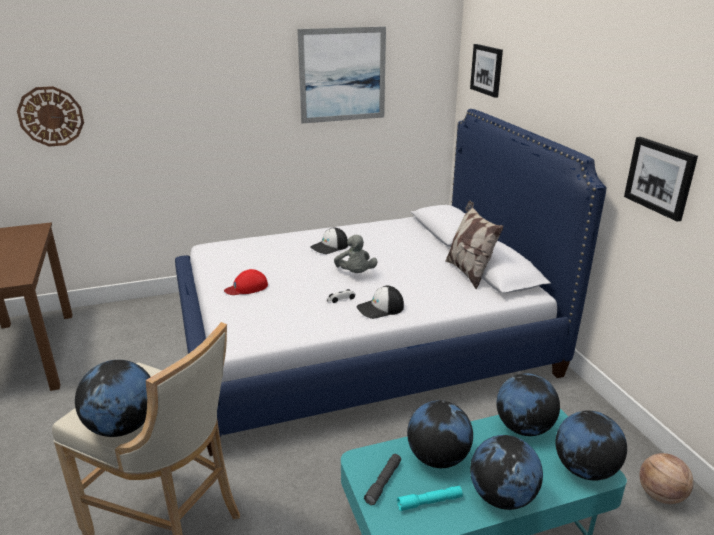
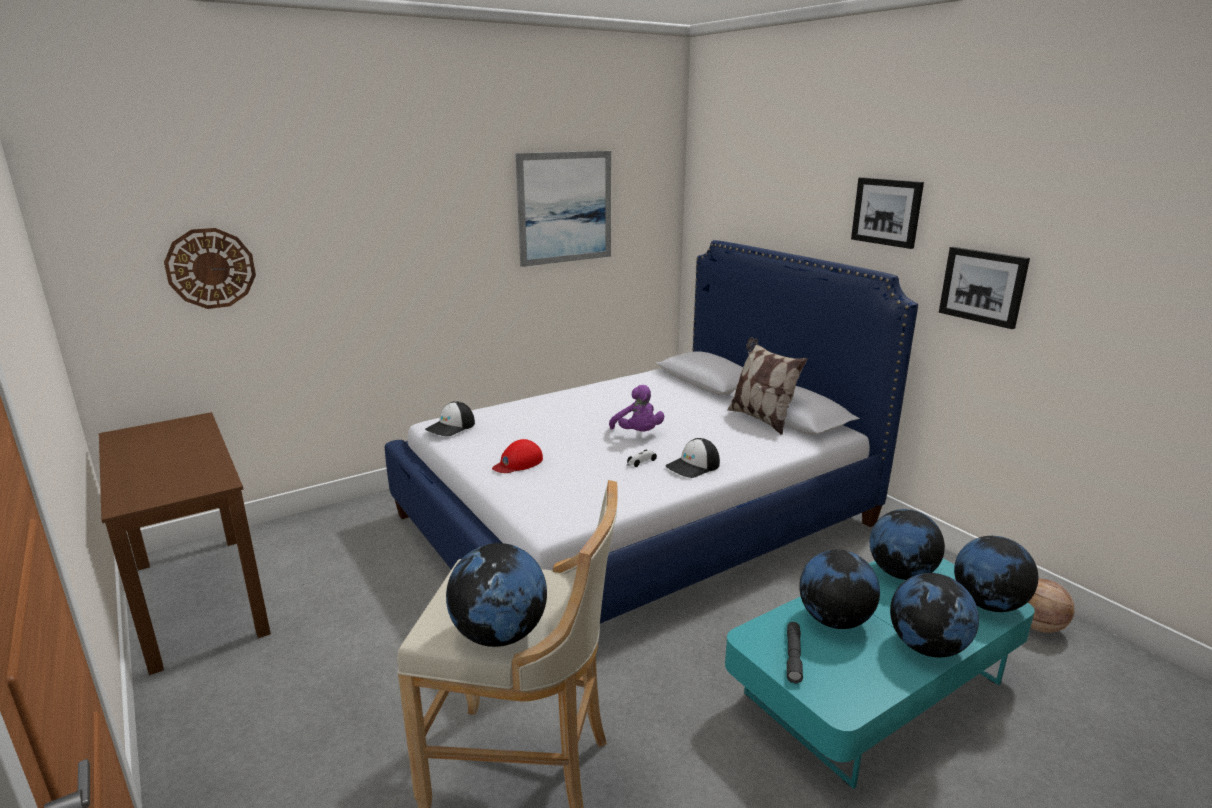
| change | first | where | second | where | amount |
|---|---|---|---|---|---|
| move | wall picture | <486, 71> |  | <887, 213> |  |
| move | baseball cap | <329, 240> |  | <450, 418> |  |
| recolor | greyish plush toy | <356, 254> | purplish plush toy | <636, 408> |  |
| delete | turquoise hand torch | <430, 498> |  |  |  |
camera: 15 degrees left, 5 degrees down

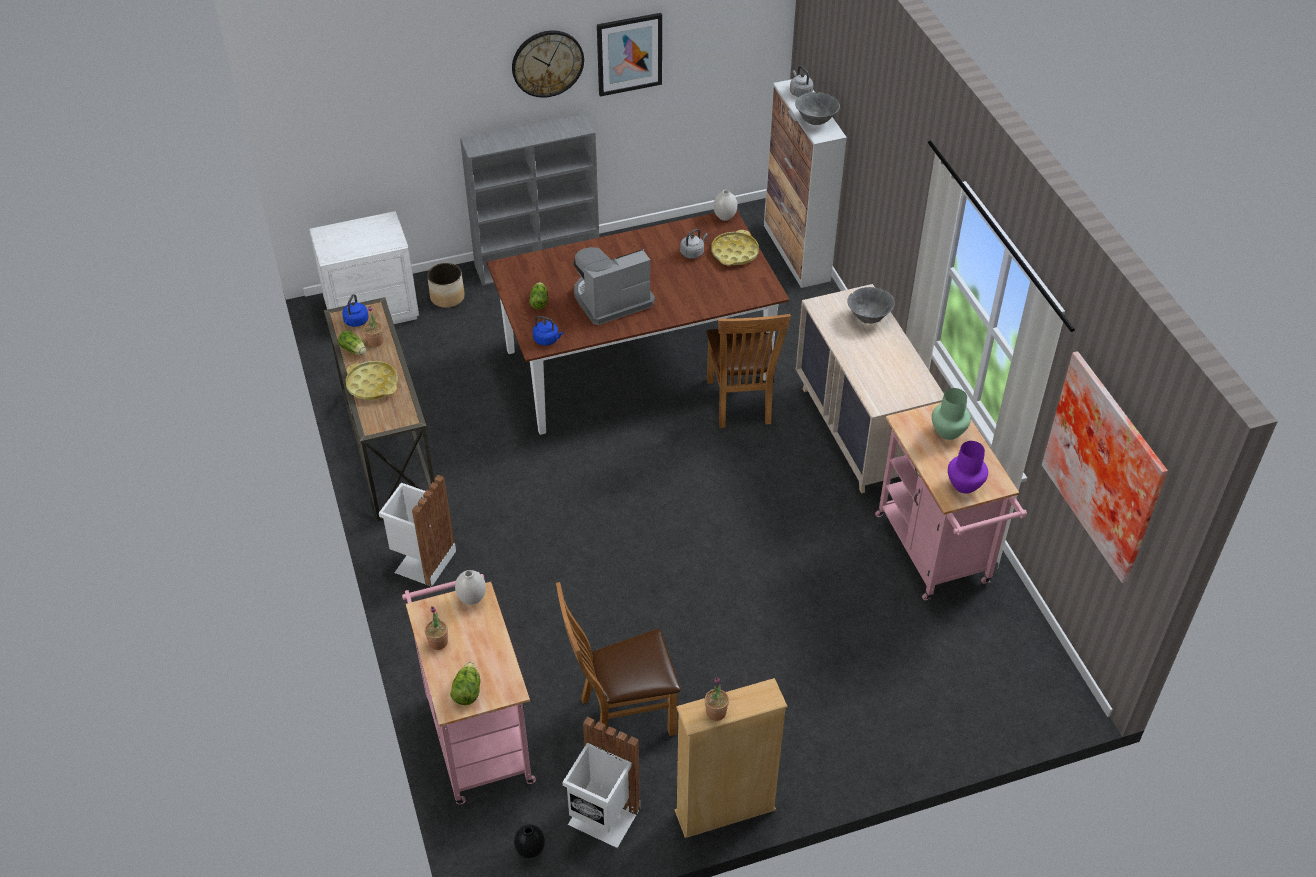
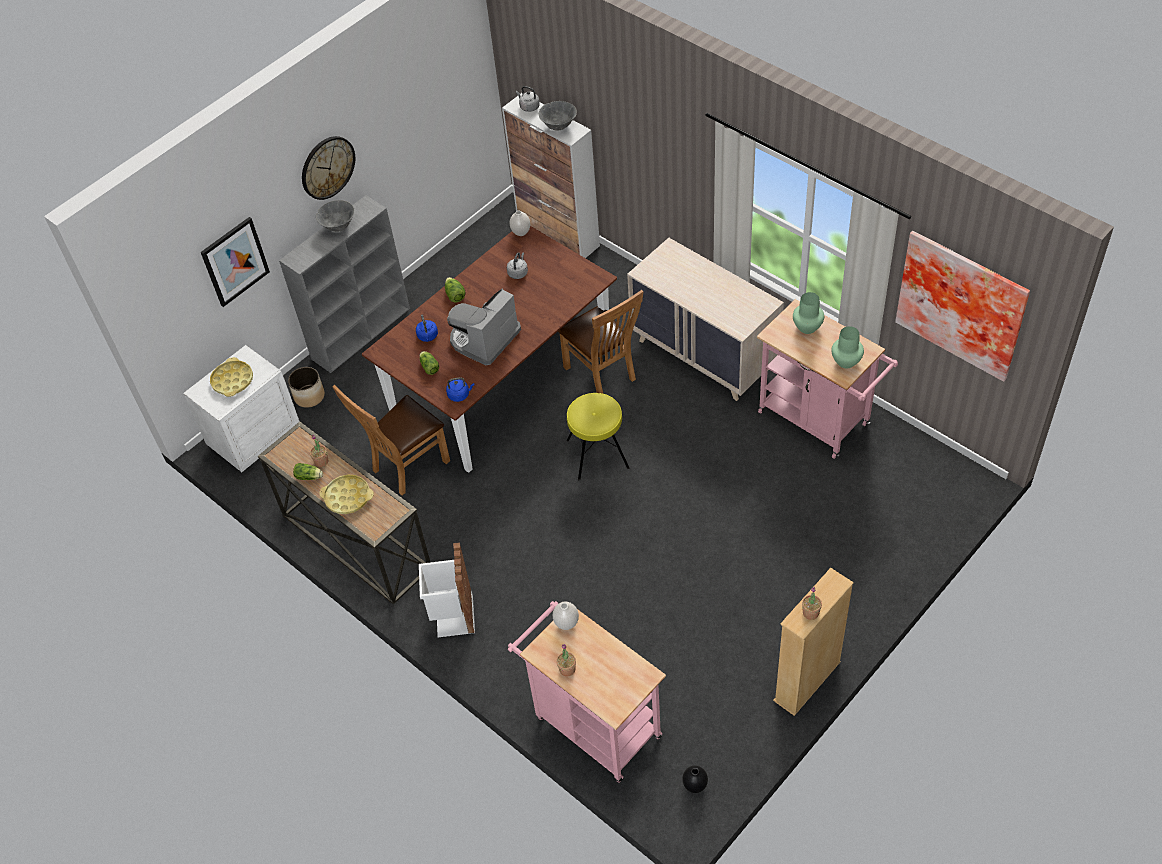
| change | first | where | second | where | amount |
|---|---|---|---|---|---|
| move | wall picture | <629, 54> |  | <235, 262> |  |
| move | yellow-coloured carrying tray | <735, 247> |  | <231, 377> |  |
| move | greyish serving bowl | <871, 305> |  | <335, 216> |  |
| move | blue-coloured water kettle | <355, 310> |  | <427, 328> |  |
| recolor | purplish decorative vase | <968, 467> | greenish decorative vase | <847, 347> |  |
| move | brown chair | <618, 659> |  | <391, 440> |  |
| move | head of lettuce | <465, 683> |  | <455, 289> |  |
| delete | white-coloured trash can | <601, 782> |  |  |  |
| insert |  |  | yellow-coloured sitting stool | <598, 436> |  |
camera: 25 degrees left, 5 degrees up

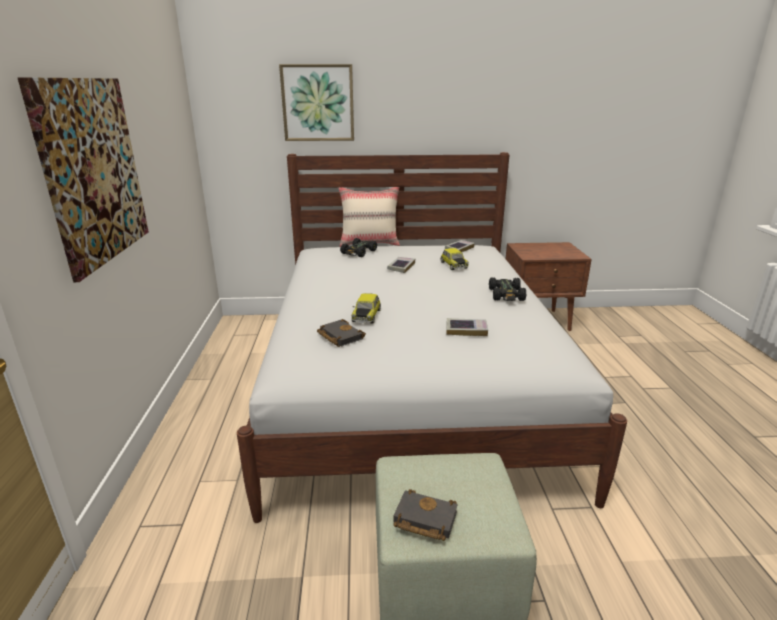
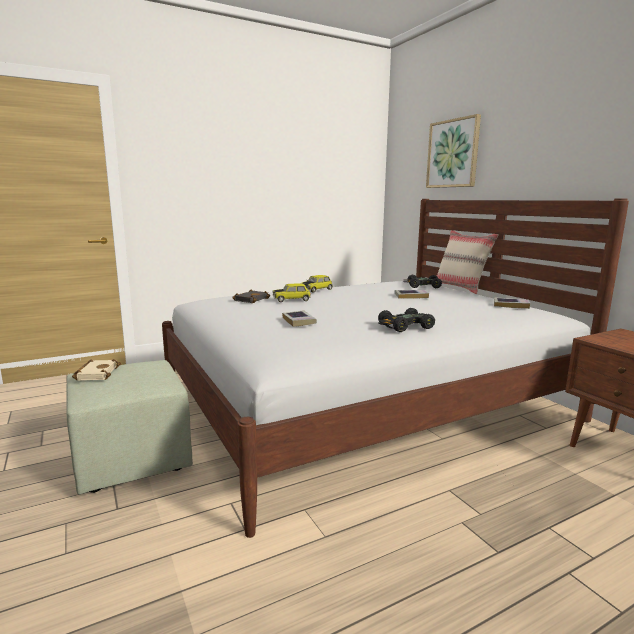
| change | first | where | second | where | amount |
|---|---|---|---|---|---|
| delete | wall picture | <83, 179> |  |  |  |
| move | model car | <454, 259> |  | <316, 284> |  |
| recolor | black book | <425, 515> | beige book | <96, 370> |  |
camera: 65 degrees right, 10 degrees down

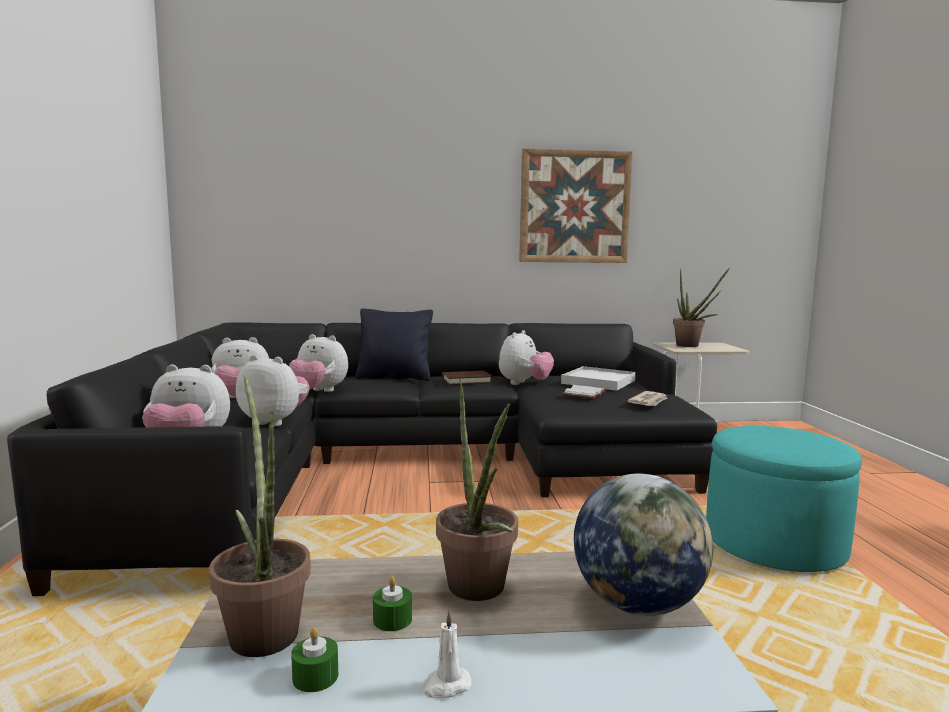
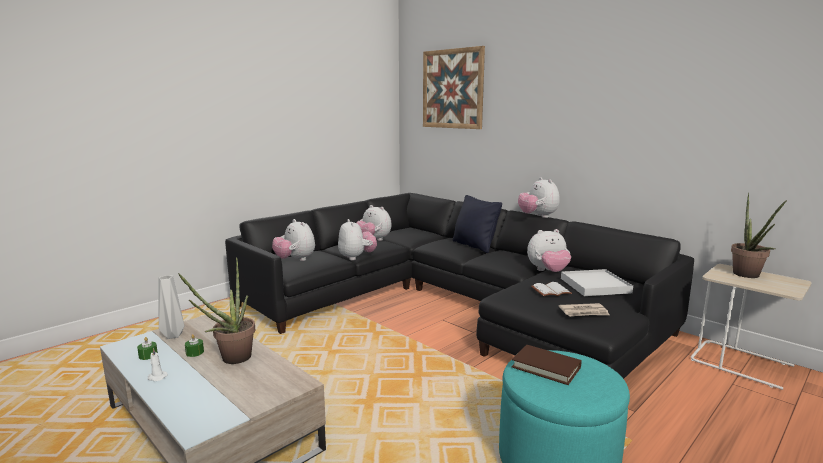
| change | first | where | second | where | amount |
|---|---|---|---|---|---|
| move | wall picture | <576, 205> |  | <454, 87> |  |
| move | plush toy | <318, 363> |  | <539, 197> |  |
| move | brown book | <467, 378> |  | <547, 365> |  |
| replace | houseplant | <260, 516> | greyish decorative vase | <171, 307> |  |
| delete | world globe | <643, 545> |  |  |  |
camera: 50 degrees right, 5 degrees up

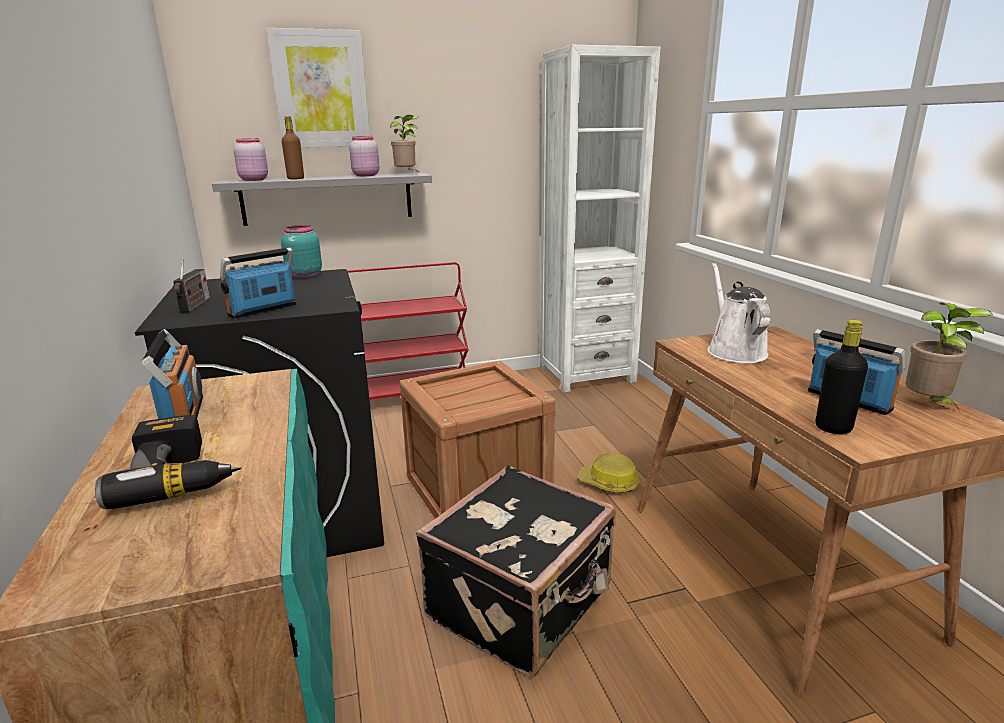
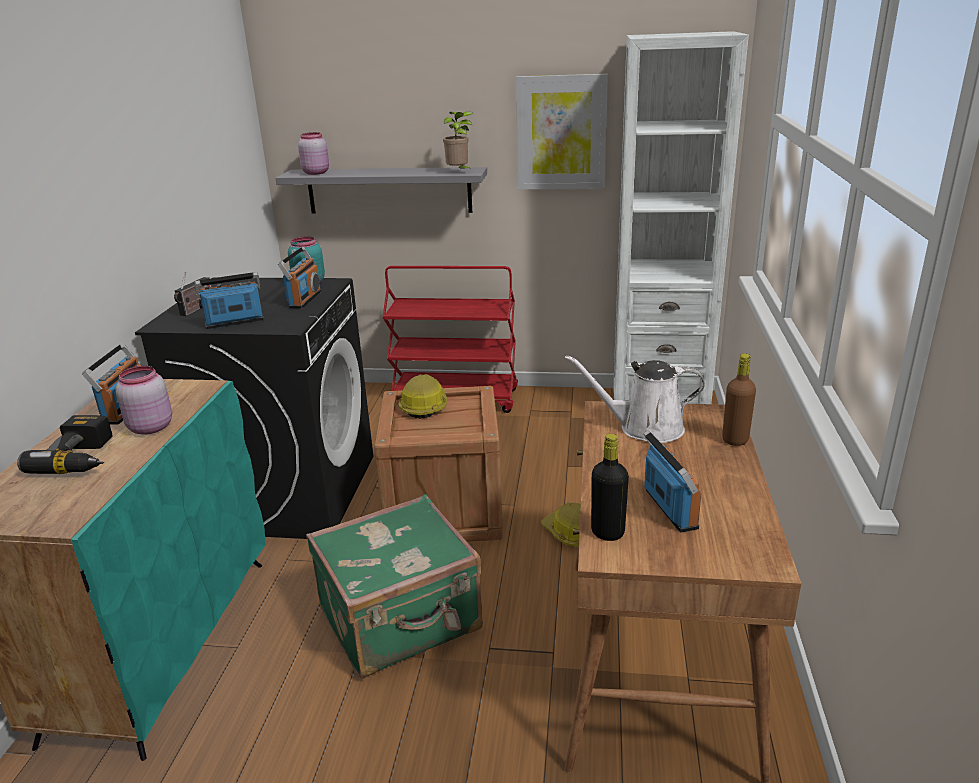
| change | first | where | second | where | amount |
|---|---|---|---|---|---|
| move | wall picture | <318, 88> |  | <562, 132> |  |
| move | brown bottle | <293, 148> |  | <739, 400> |  |
| move | pinkish storage jar | <364, 156> |  | <143, 400> |  |
| rotate | white-coloured watering pot | <739, 312> |  | <635, 399> | 105 degrees counterclockwise |
| delete | houseplant | <949, 357> |  |  |  |
| recolor | black suitcase | <516, 571> | greenish suitcase | <394, 586> |  |
| insert |  |  | radio set | <299, 278> |  |
| insert |  |  | work helmet | <422, 396> |  |
camera: 25 degrees right, 5 degrees up

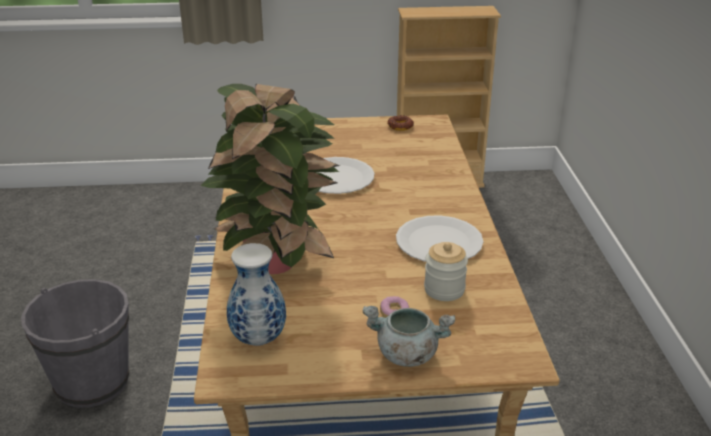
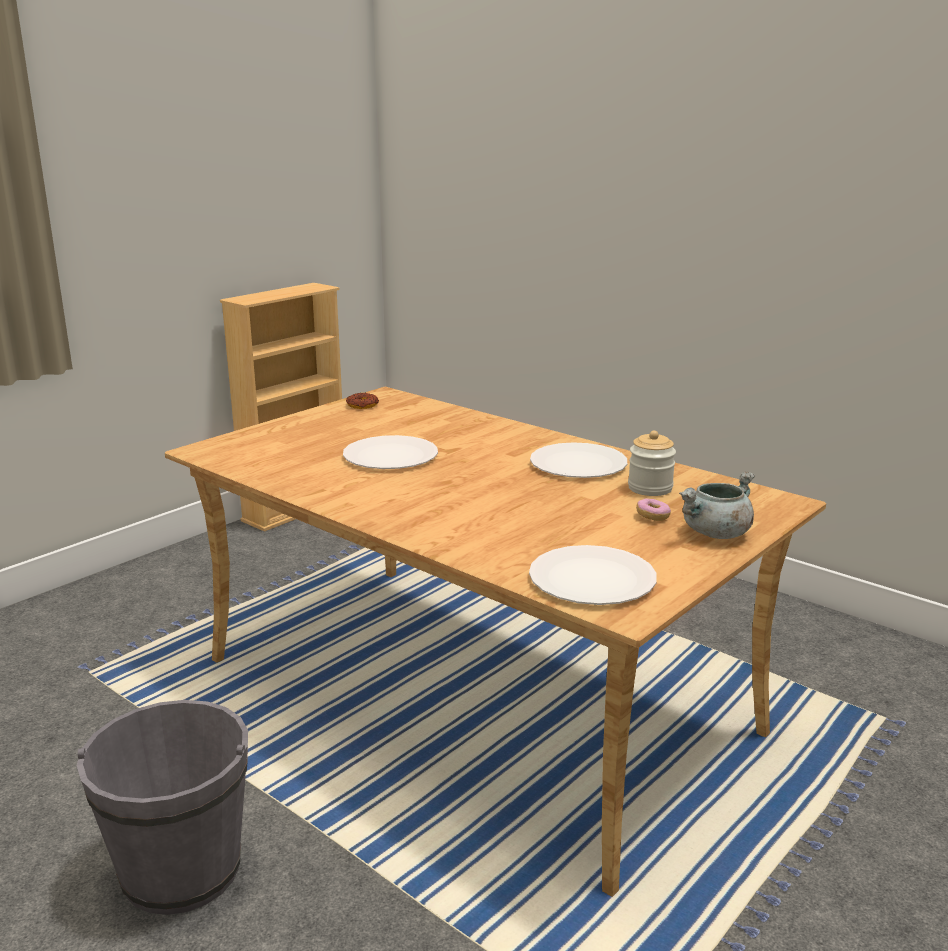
| change | first | where | second | where | amount |
|---|---|---|---|---|---|
| delete | houseplant | <270, 179> |  |  |  |
| replace | decorative vase | <256, 294> | white-coloured flat dish | <592, 575> |  |
camera: 45 degrees left, 10 degrees down

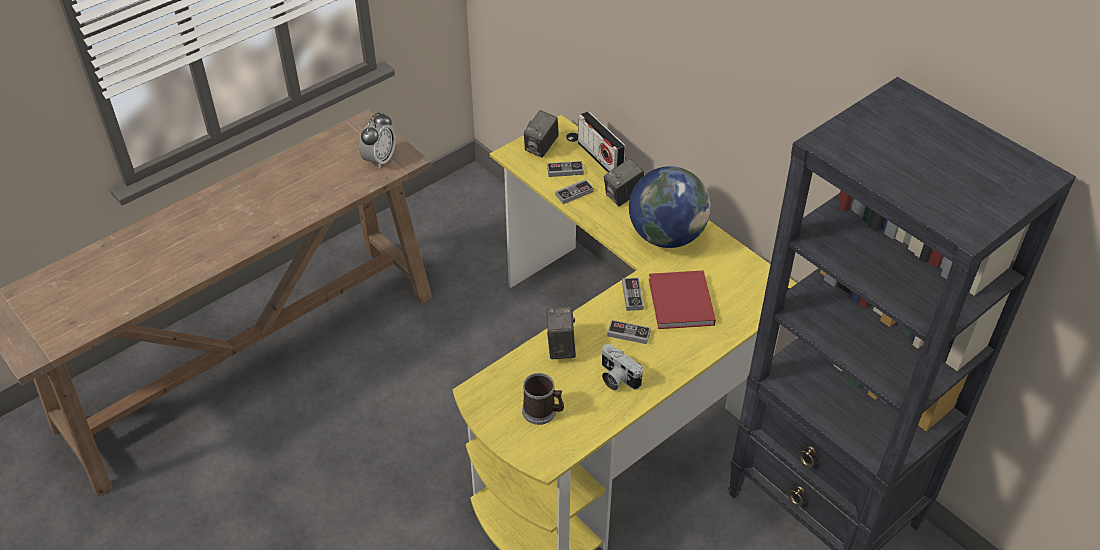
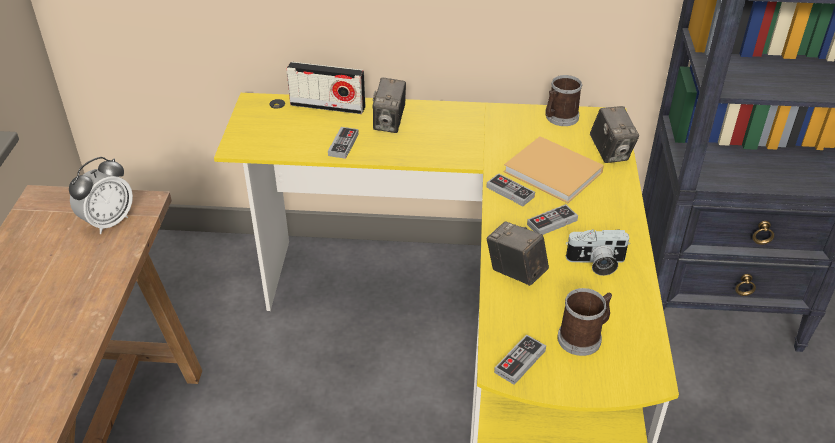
| change | first | where | second | where | amount |
|---|---|---|---|---|---|
| move | photo camera | <541, 134> |  | <614, 134> |  |
| rotate | alarm clock | <377, 141> |  | <101, 195> | 60 degrees clockwise |
| move | gamepad | <565, 169> |  | <520, 359> |  |
| delete | world globe | <670, 207> |  |  |  |
| recolor | red book | <682, 299> | beige book | <553, 169> |  |
| insert |  |  | tea mug | <563, 100> |  |
camera: 45 degrees left, 5 degrees down

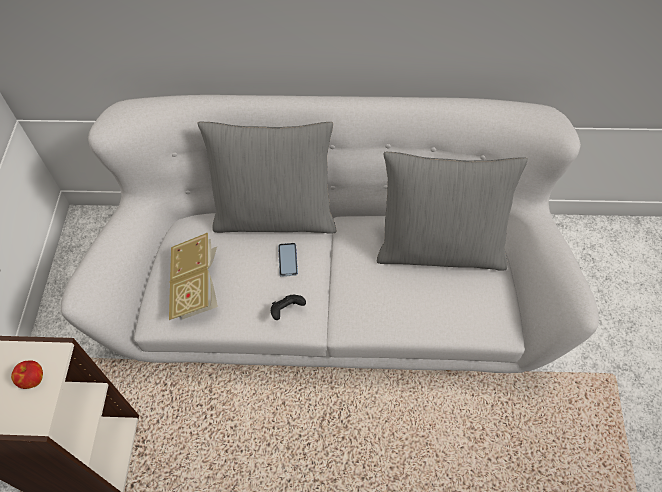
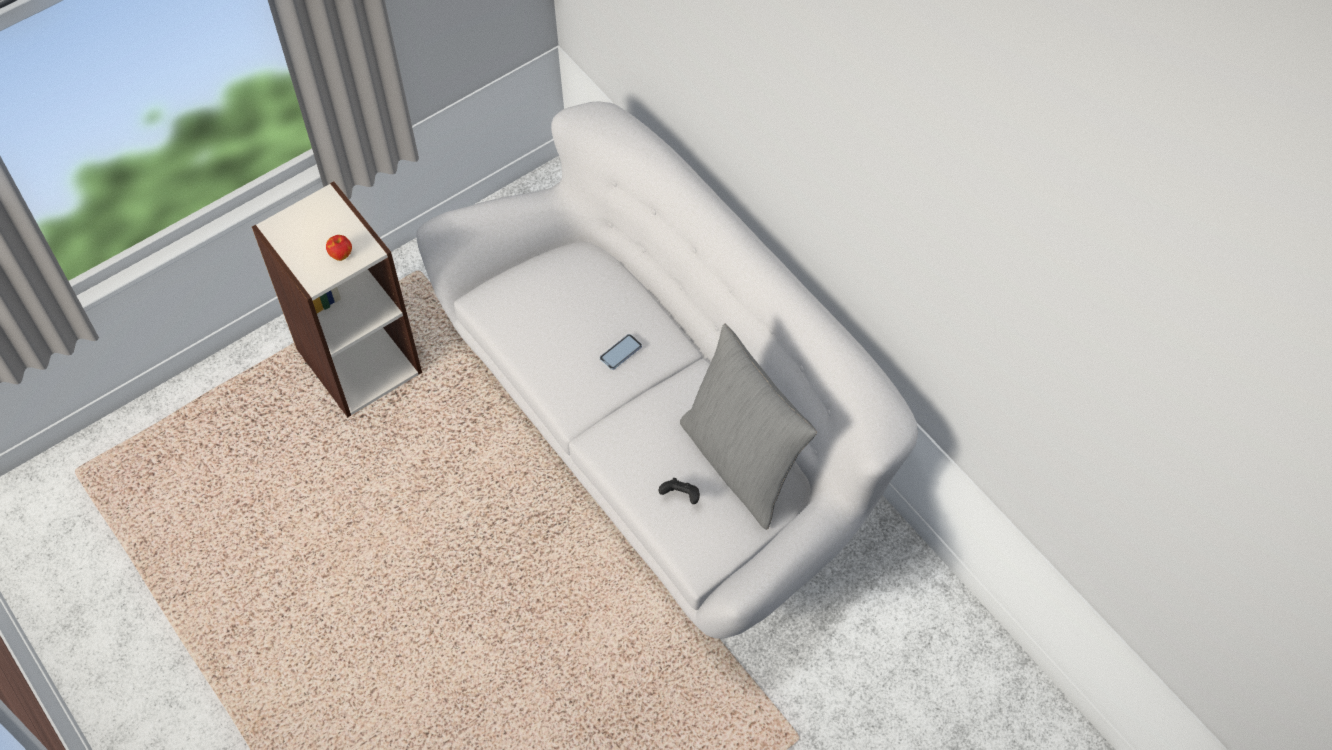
| change | first | where | second | where | amount |
|---|---|---|---|---|---|
| delete | greyish pillow | <266, 178> |  |  |  |
| delete | book | <193, 276> |  |  |  |
| move | black gamepad | <288, 307> |  | <679, 491> |  |
camera: 50 degrees right, 0 degrees up

